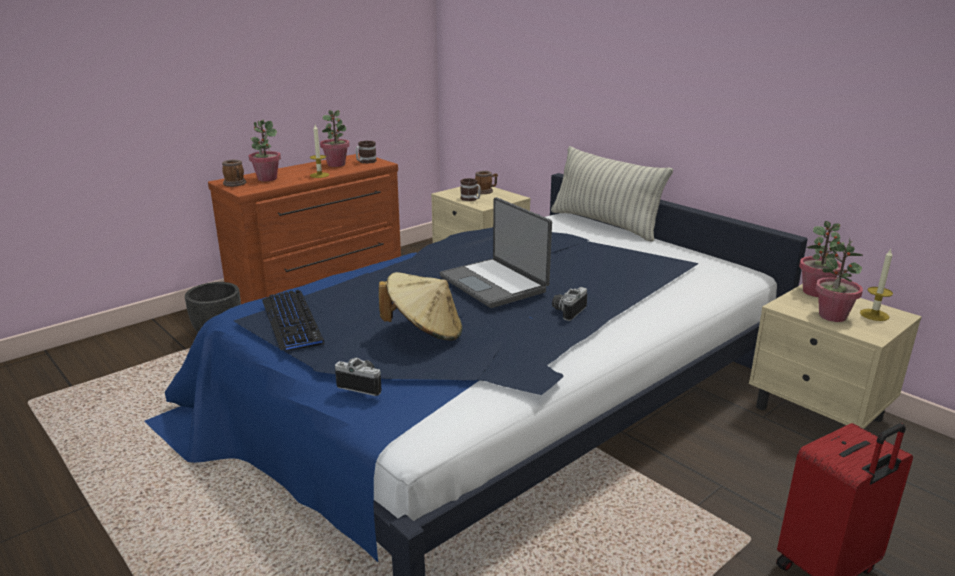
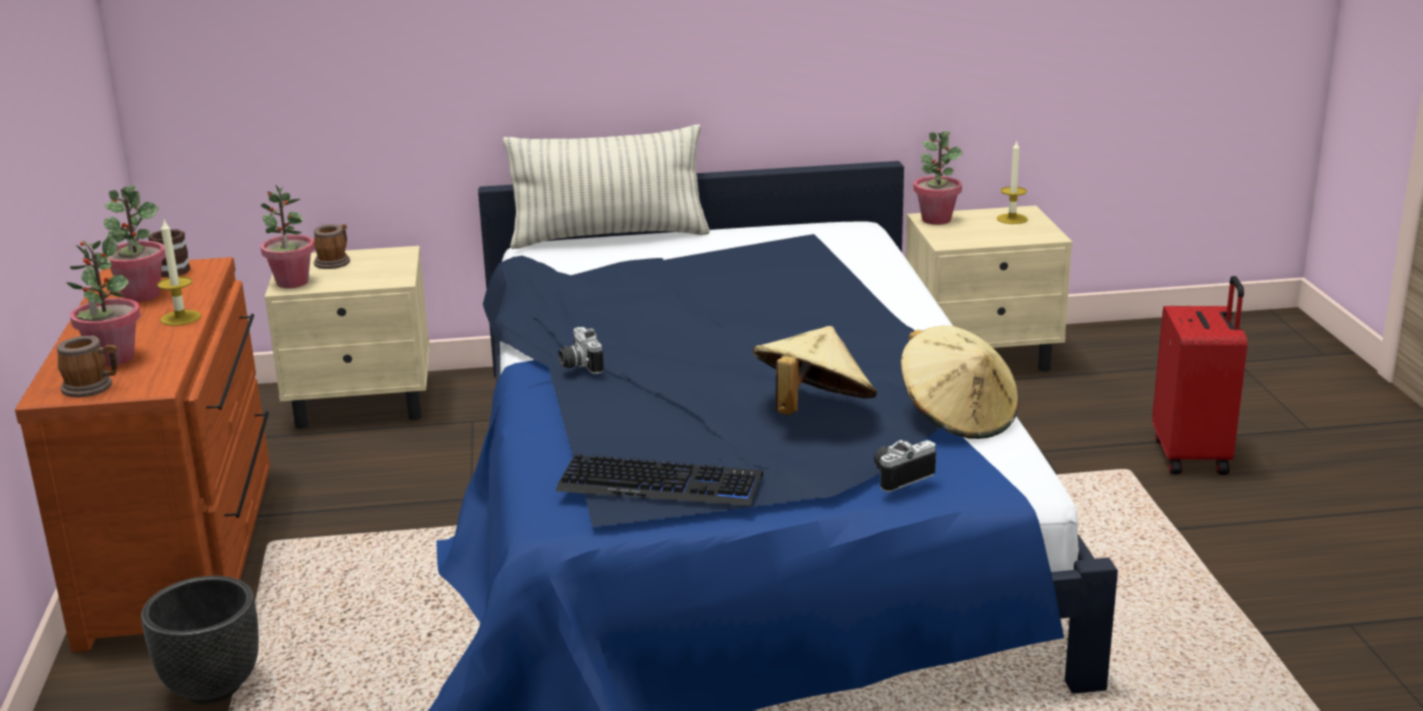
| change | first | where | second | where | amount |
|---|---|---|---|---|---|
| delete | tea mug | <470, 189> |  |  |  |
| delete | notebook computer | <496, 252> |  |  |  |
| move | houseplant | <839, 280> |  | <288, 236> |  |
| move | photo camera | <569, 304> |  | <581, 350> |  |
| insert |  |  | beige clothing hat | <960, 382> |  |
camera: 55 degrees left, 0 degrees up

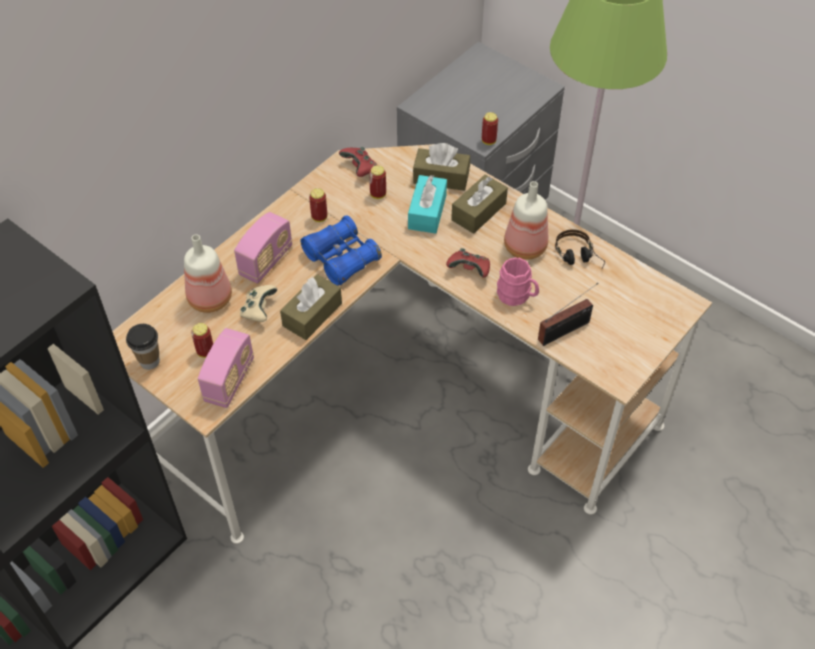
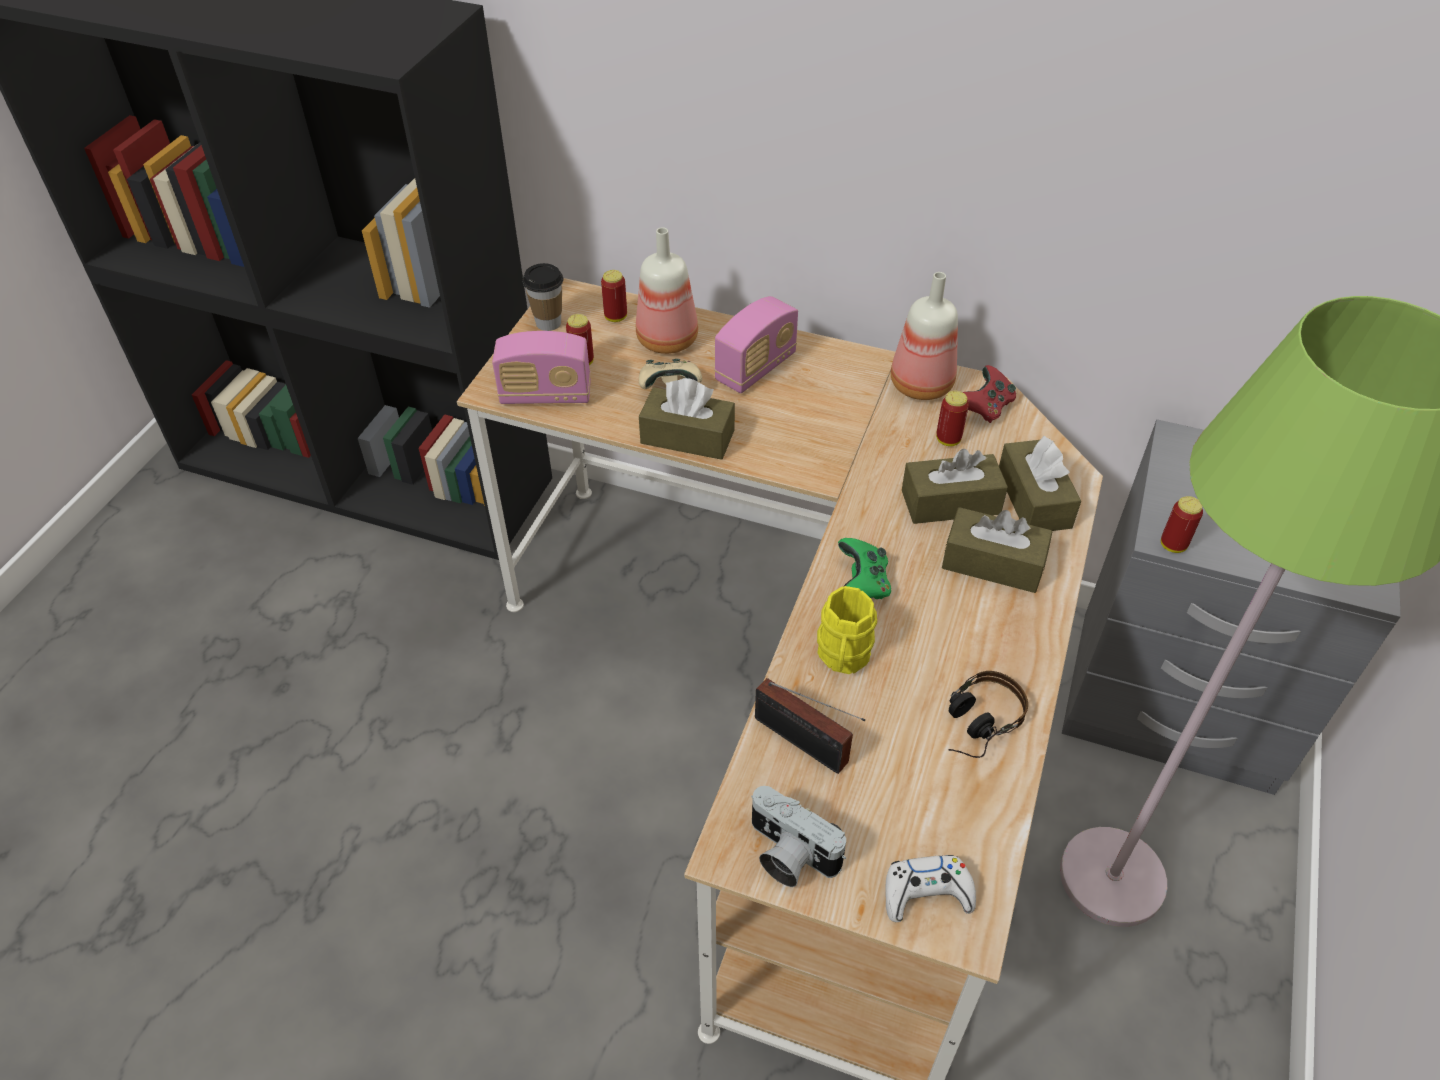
| change | first | where | second | where | amount |
|---|---|---|---|---|---|
| recolor | turquoise box of tissues | <427, 204> | brown box of tissues | <955, 486> |  |
| move | bottle | <526, 220> |  | <924, 336> |  |
| move | metal can | <318, 205> |  | <614, 296> |  |
| rotate | radio set | <263, 248> |  | <756, 344> | 60 degrees counterclockwise |
| delete | blue-coloured field glasses | <341, 250> |  |  |  |
| recolor | red gamepad | <468, 263> | greenish gamepad | <864, 569> |  |
| recolor | pinkish tea mug | <518, 281> | yellow-coloured tea mug | <847, 630> |  |
| insert |  |  | photo camera | <798, 836> |  |
| insert |  |  | white-coloured gamepad | <930, 888> |  |
camera: 70 degrees right, 5 degrees down

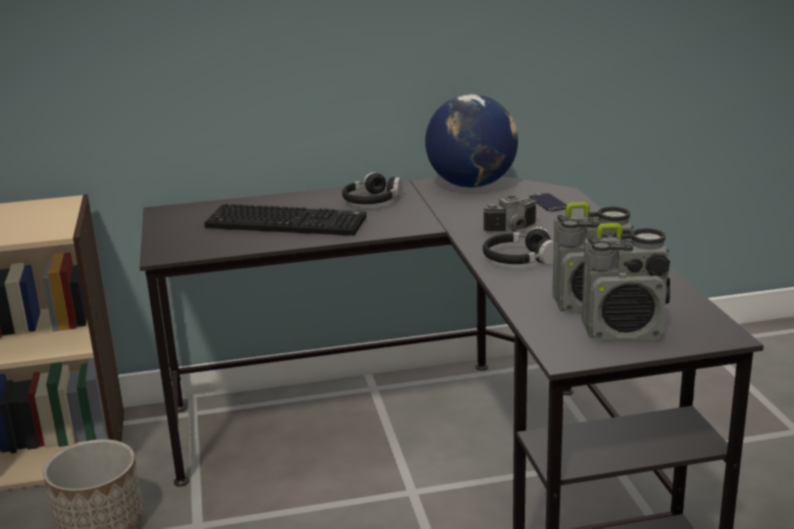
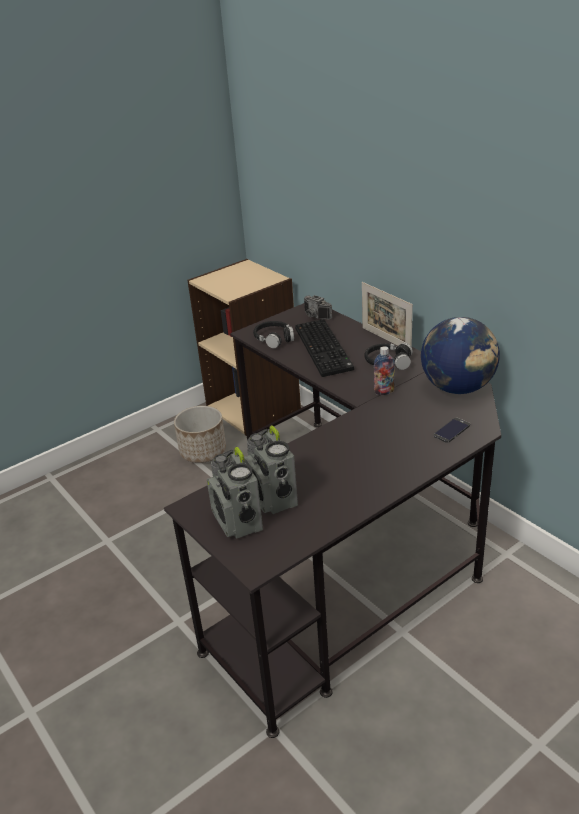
| change | first | where | second | where | amount |
|---|---|---|---|---|---|
| move | photo camera | <510, 214> |  | <318, 307> |  |
| move | black headset | <518, 246> |  | <273, 334> |  |
| insert |  |  | picture frame | <387, 314> |  |
| insert |  |  | bottle | <384, 370> |  |
camera: 65 degrees right, 10 degrees up

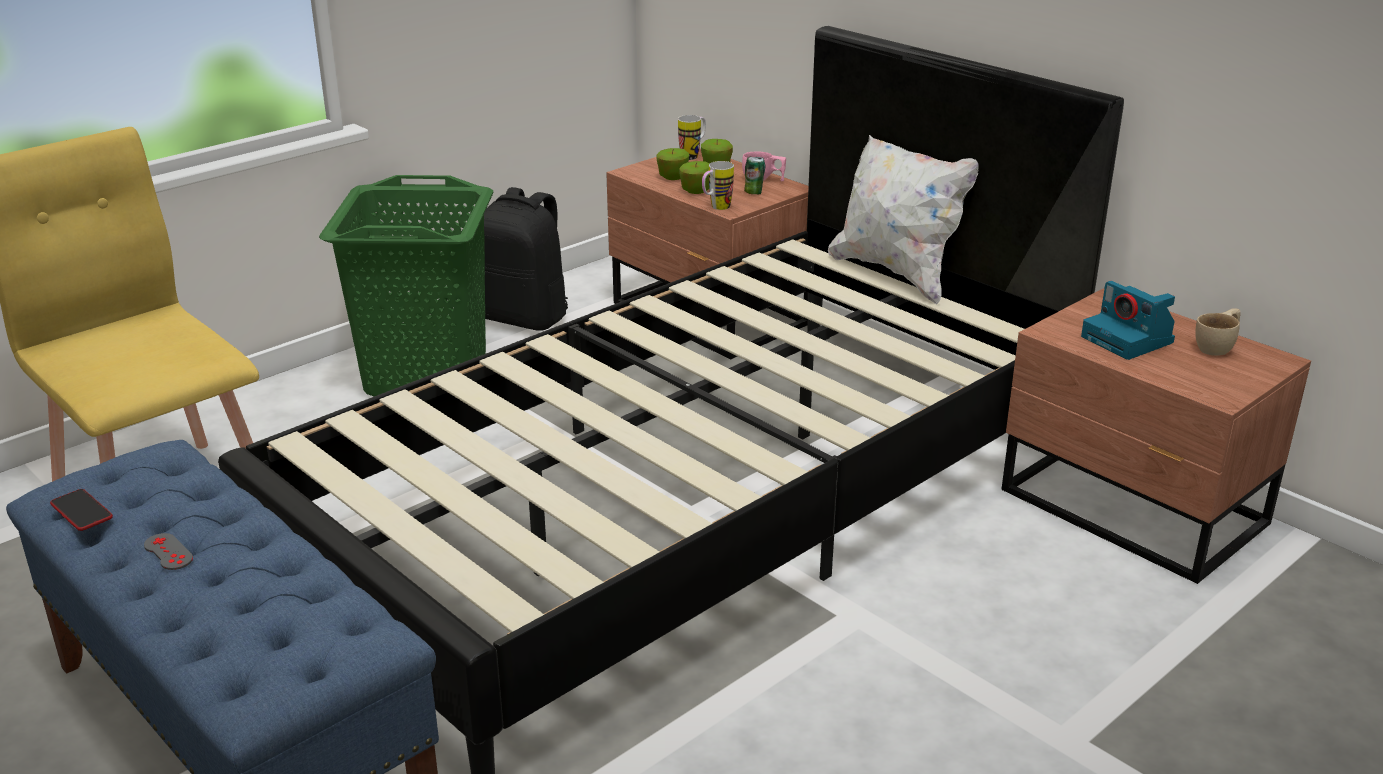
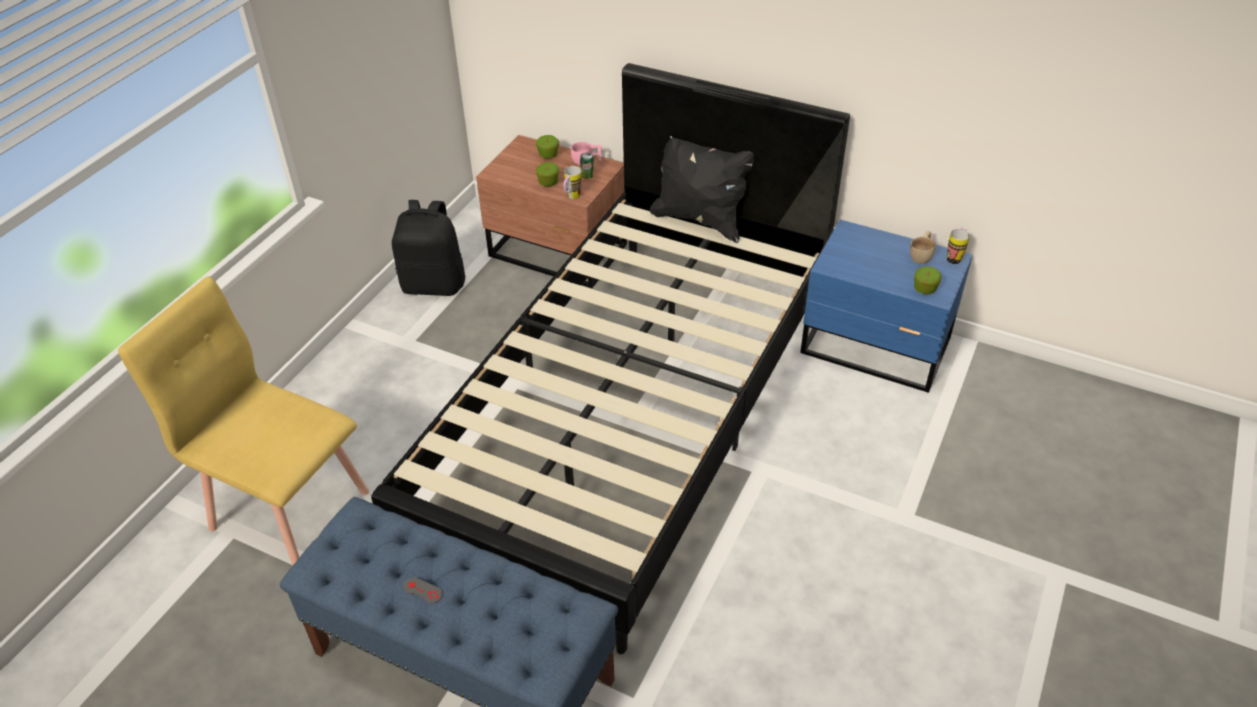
| change | first | where | second | where | amount |
|---|---|---|---|---|---|
| move | tea mug | <692, 137> |  | <958, 245> |  |
| recolor | white-coloured pillow | <903, 219> | black pillow | <702, 189> |  |
| move | apple fruit | <672, 164> |  | <928, 280> |  |
| delete | greenish hamper | <406, 285> |  |  |  |
| delete | photo camera | <1128, 320> |  |  |  |
| recolor | brown nightstand | <1156, 436> | blue-coloured nightstand | <886, 306> |  |
| delete | phone | <81, 510> |  |  |  |
camera: 20 degrees left, 15 degrees up

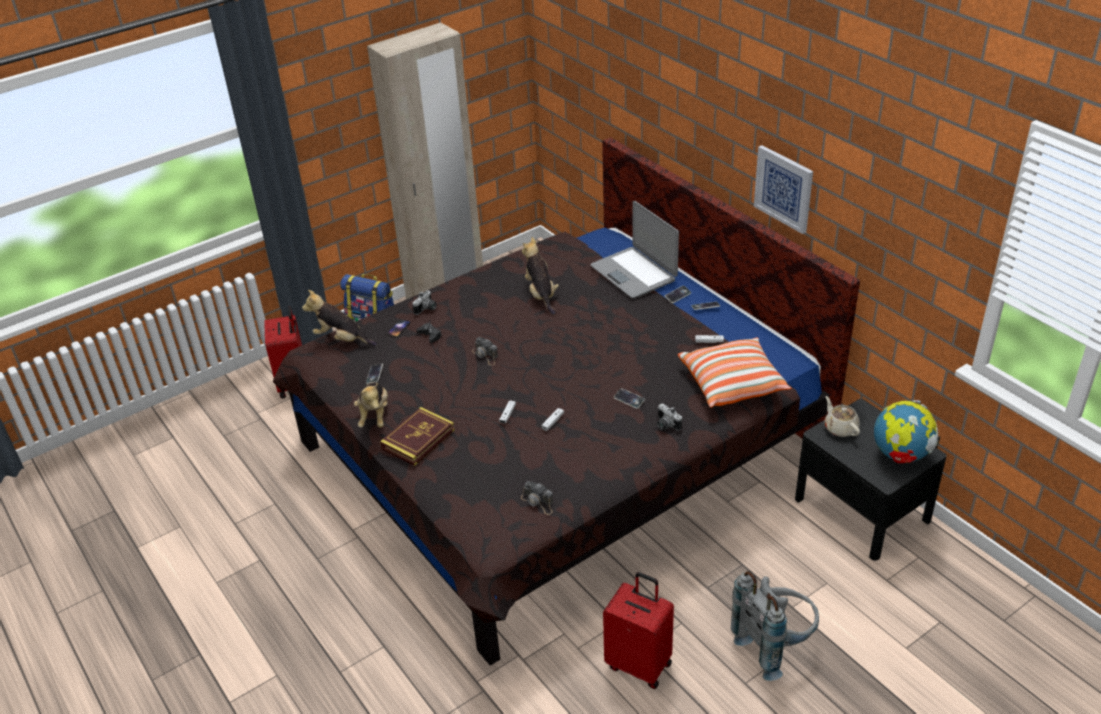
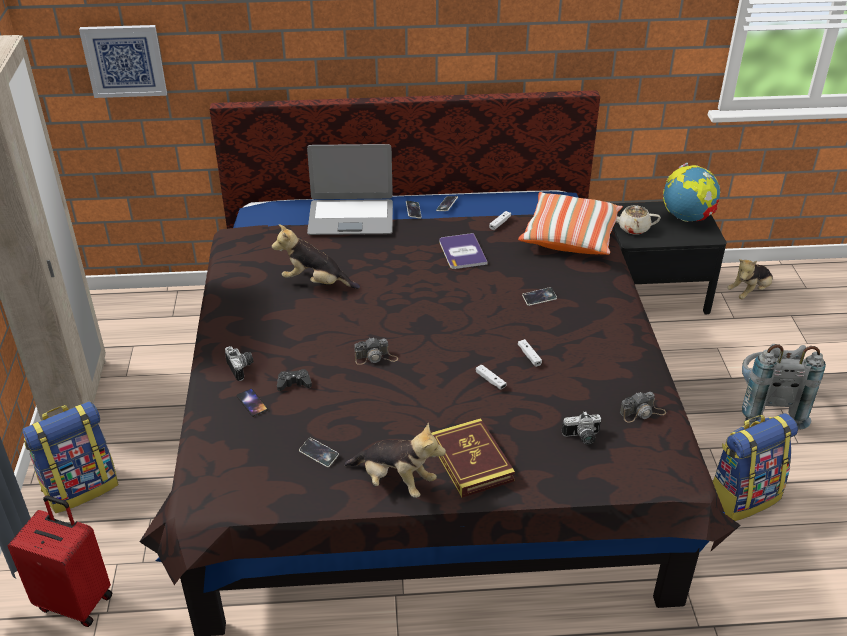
| change | first | where | second | where | amount |
|---|---|---|---|---|---|
| move | wall picture | <783, 189> |  | <123, 61> |  |
| move | plush toy | <339, 318> |  | <750, 279> |  |
| move | photo camera | <669, 417> |  | <581, 428> |  |
| replace | red suitcase | <638, 630> | knapsack | <755, 467> |  |
| insert |  |  | book | <463, 251> |  |
camera: 60 degrees left, 0 degrees up

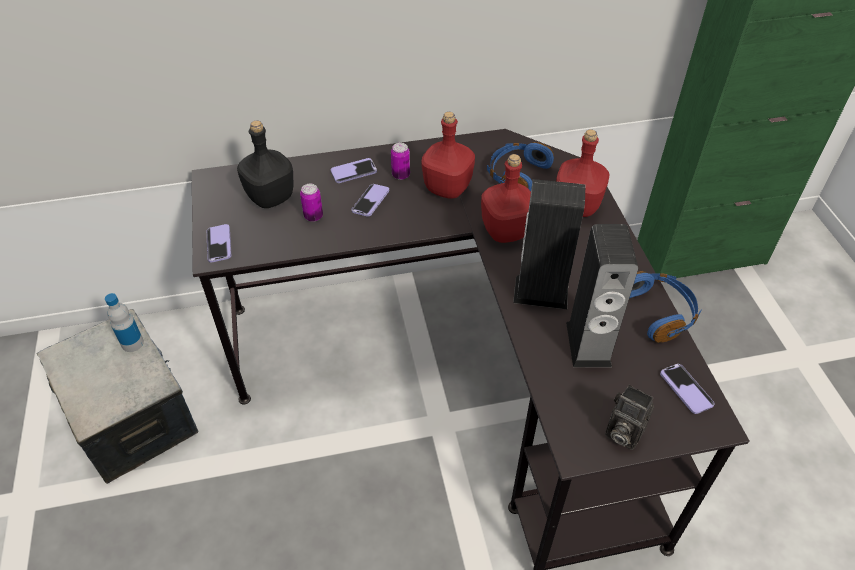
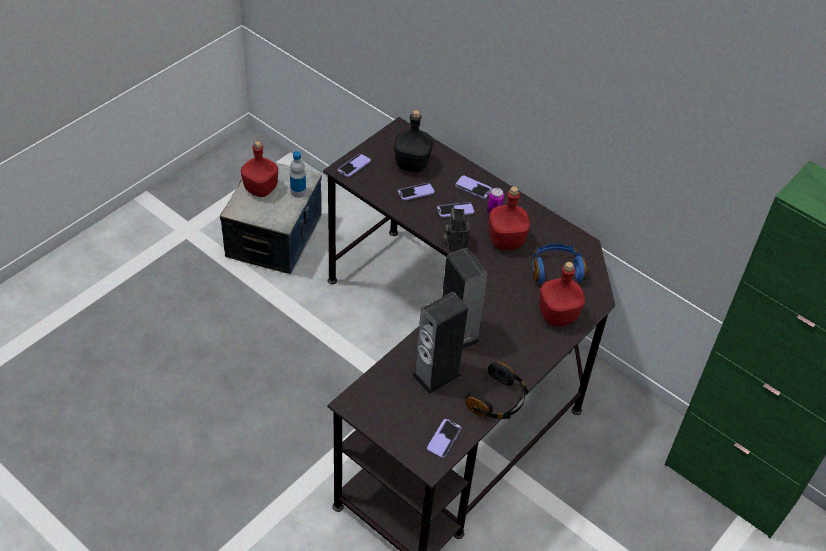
| change | first | where | second | where | amount |
|---|---|---|---|---|---|
| move | red bottle | <506, 198> |  | <259, 169> |  |
| replace | metal can | <311, 203> | phone | <416, 192> |  |
| recolor | blue-coloured headset | <666, 307> | black headset | <496, 390> |  |
| move | photo camera | <630, 417> |  | <457, 229> |  |
camera: 50 degrees right, 0 degrees up

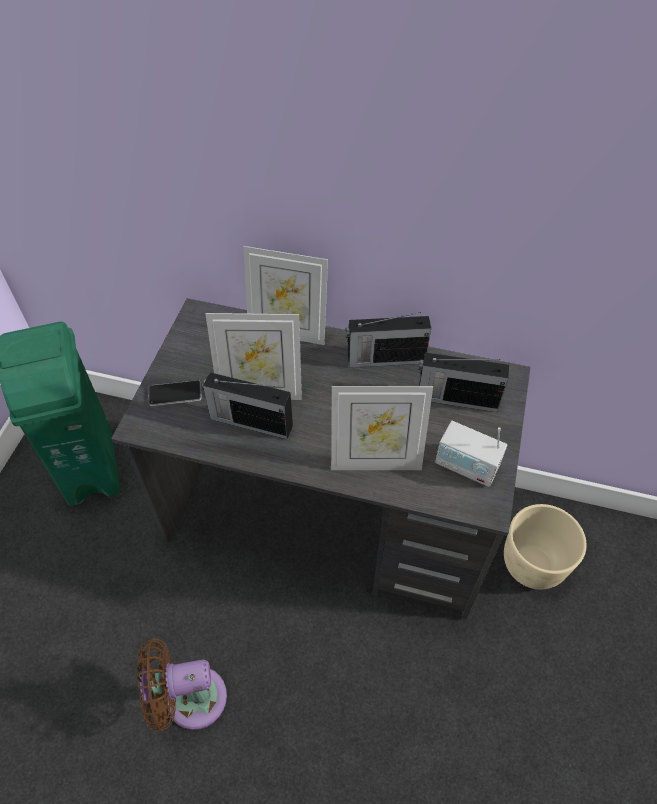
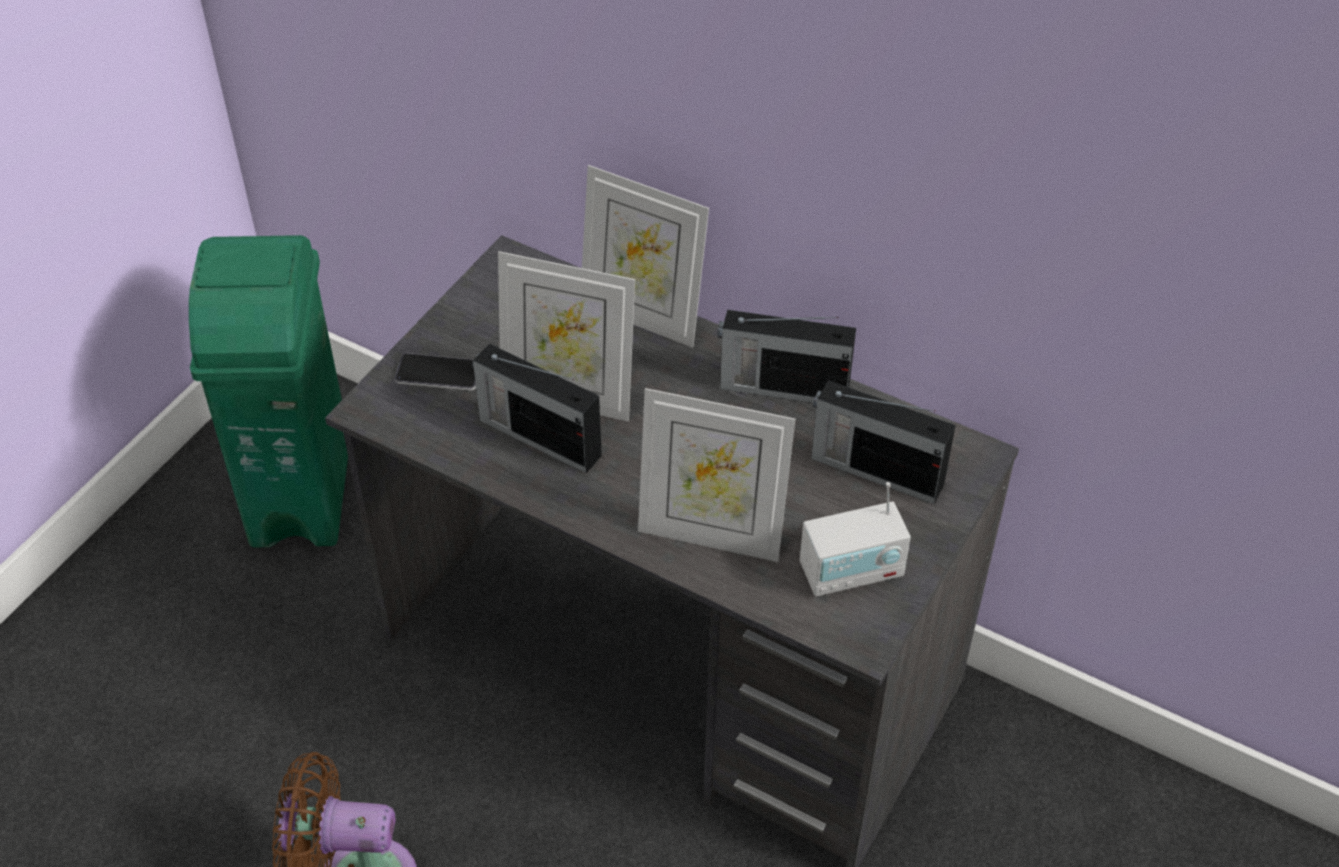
| change | first | where | second | where | amount |
|---|---|---|---|---|---|
| rotate | radio set | <471, 454> |  | <855, 539> | 60 degrees counterclockwise |
| delete | beige flower pot | <545, 546> |  |  |  |
camera: 15 degrees right, 5 degrees down

